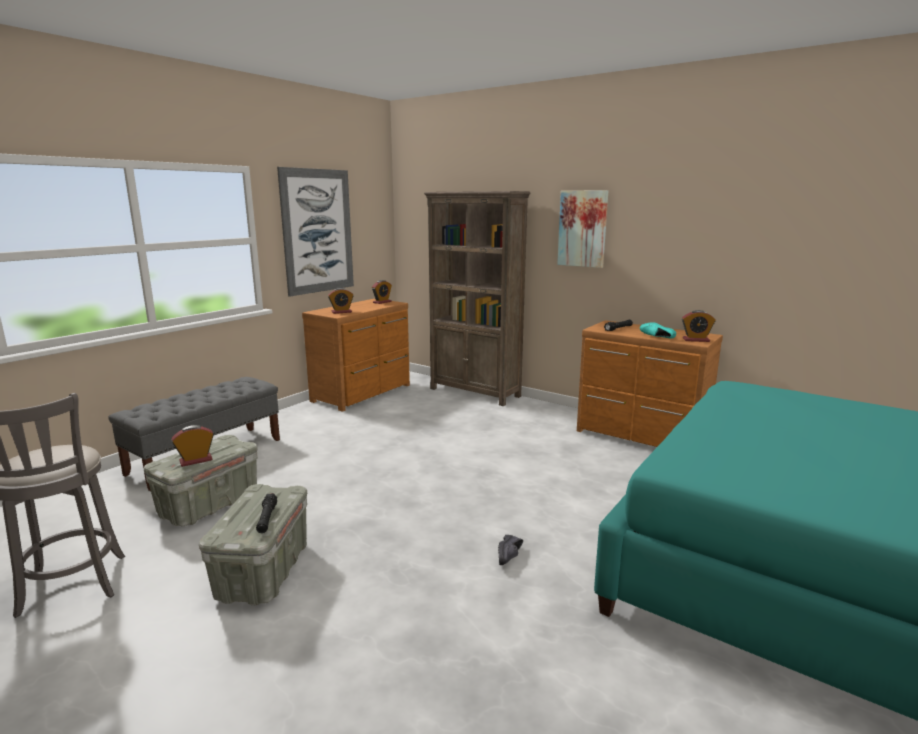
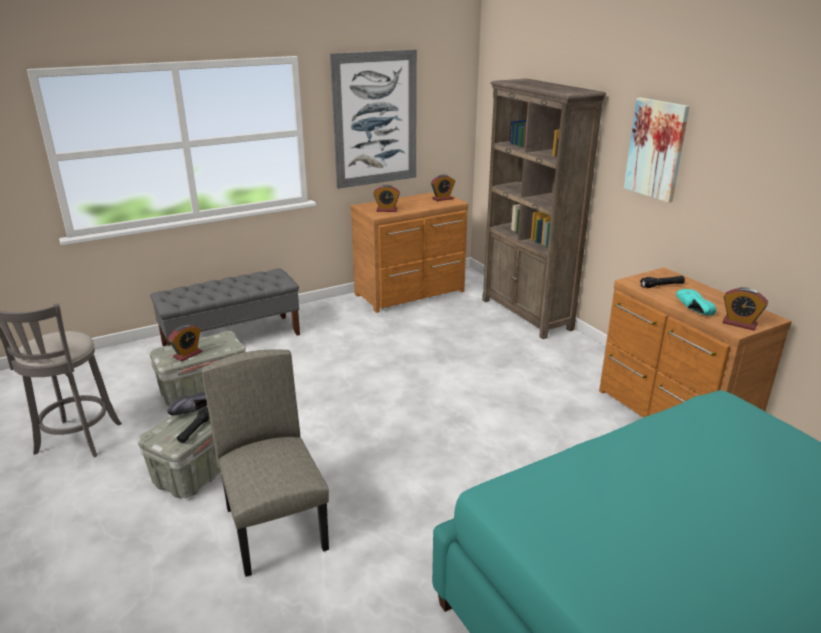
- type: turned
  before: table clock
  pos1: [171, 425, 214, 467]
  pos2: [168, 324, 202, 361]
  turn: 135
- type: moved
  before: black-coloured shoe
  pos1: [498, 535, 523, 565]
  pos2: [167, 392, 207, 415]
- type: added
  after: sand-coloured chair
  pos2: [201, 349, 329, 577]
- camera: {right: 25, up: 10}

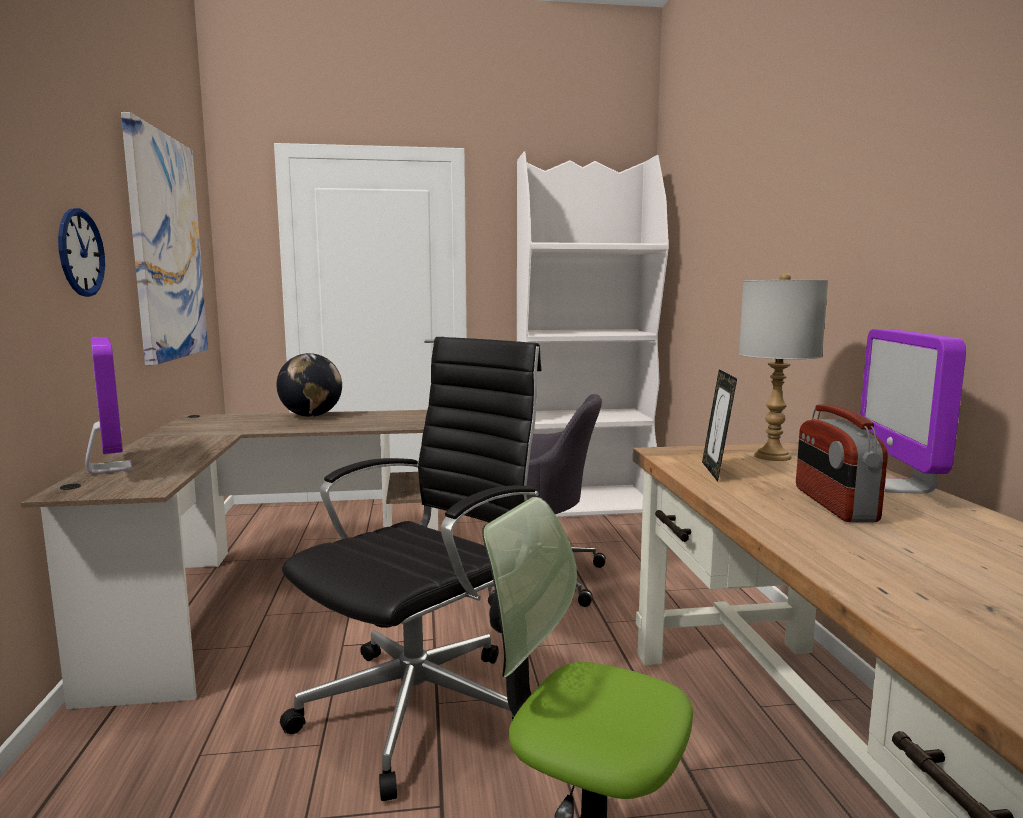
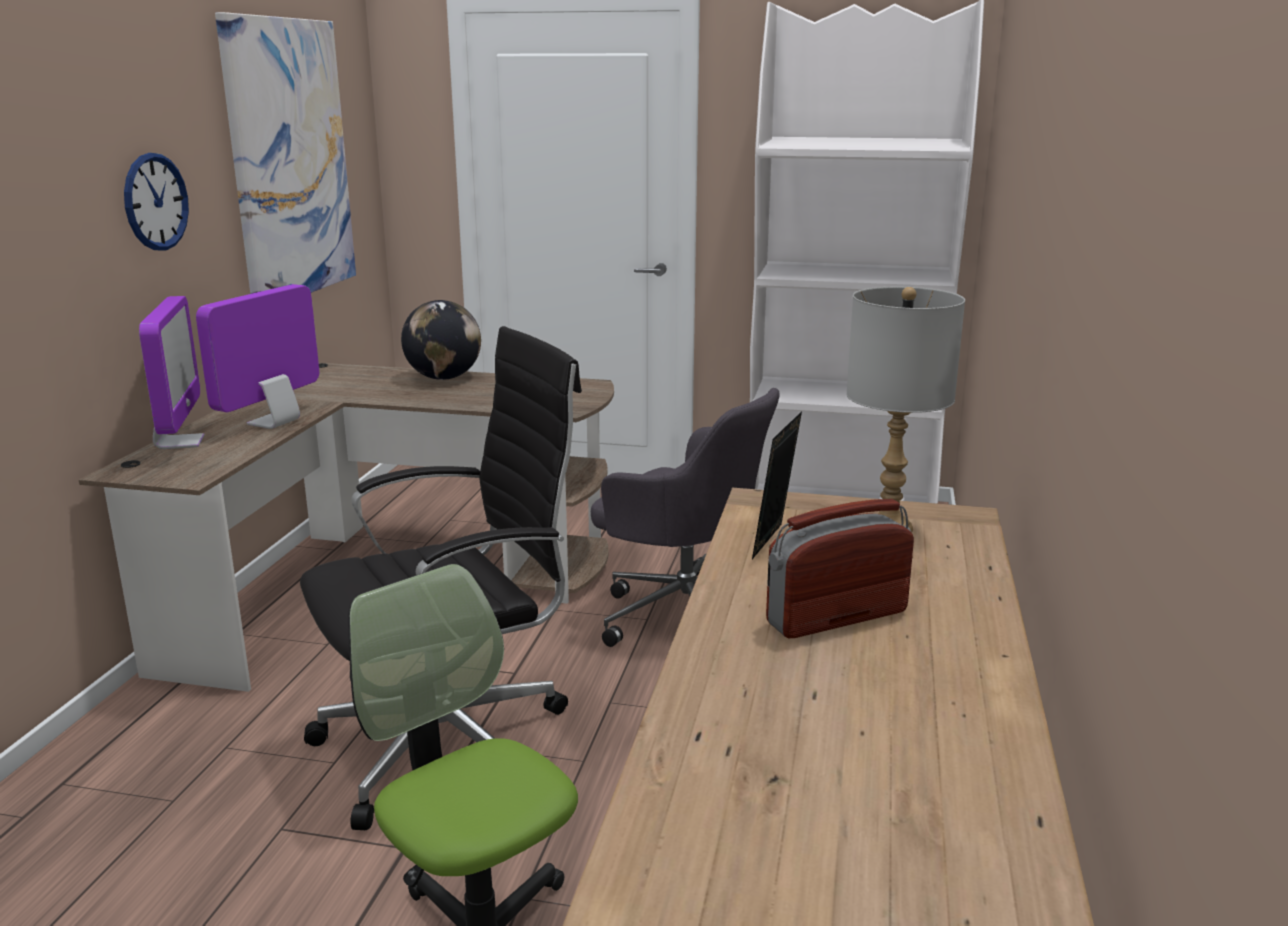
- type: turned
  before: radio receiver
  pos1: [796, 405, 888, 522]
  pos2: [766, 499, 914, 638]
  turn: 45
- type: moved
  before: computer display
  pos1: [860, 329, 966, 494]
  pos2: [196, 284, 319, 429]
- camera: {right: 20, up: 10}

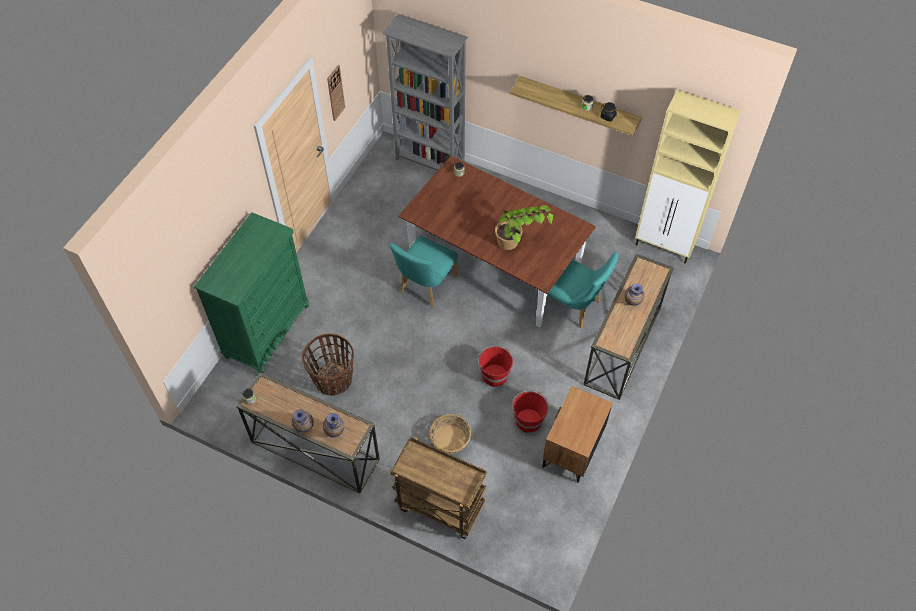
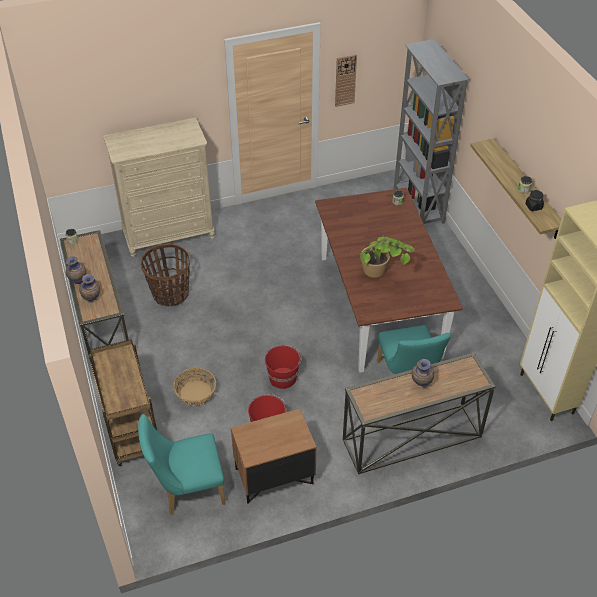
- type: recoloured
  before: green-coloured drawer chest
  after: sand-coloured drawer chest
  pos1: [194, 212, 309, 373]
  pos2: [103, 117, 214, 257]
- type: moved
  before: turquoise chair
  pos1: [390, 236, 458, 307]
  pos2: [138, 414, 226, 515]
- camera: {right: 45, up: -10}

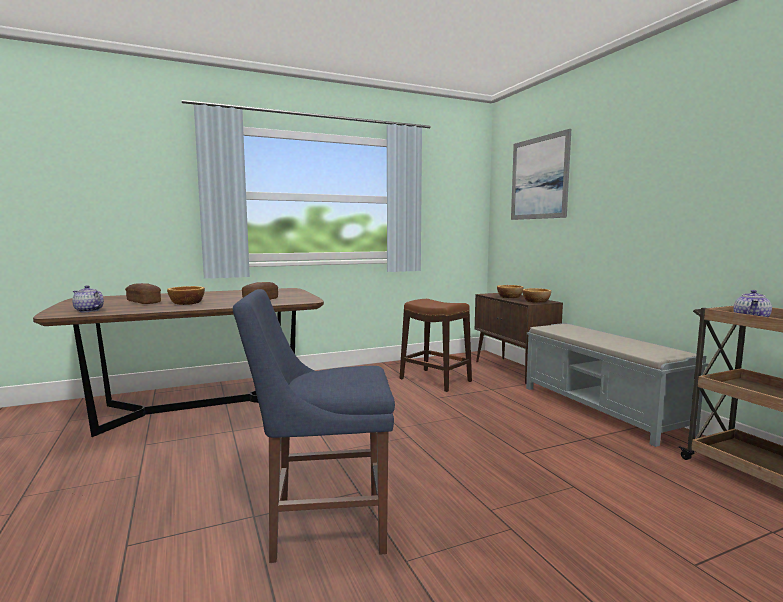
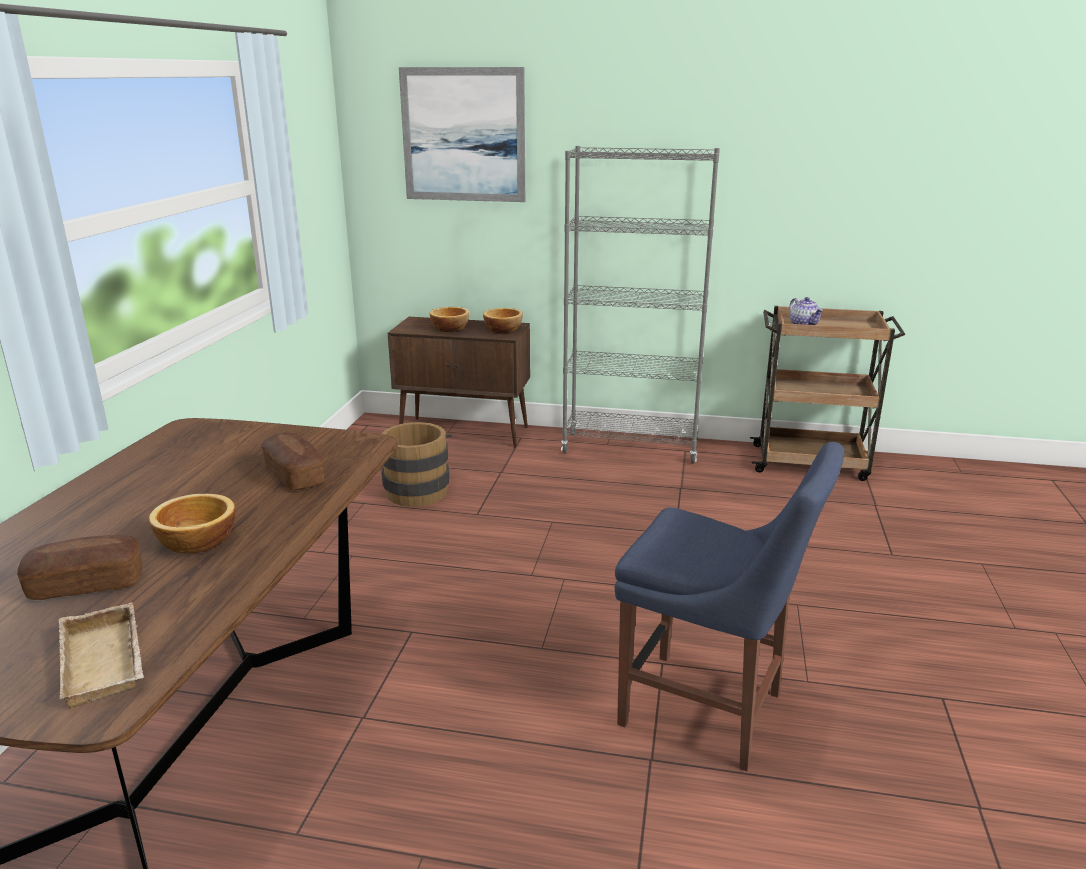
- type: replaced
  before: teapot
  after: sand-coloured carrying tray
  pos1: [72, 285, 104, 312]
  pos2: [59, 602, 144, 709]
- type: turned
  before: bluish chair
  pos1: [233, 289, 395, 563]
  pos2: [615, 442, 844, 771]
  turn: -90
- type: replaced
  before: brownish sitting stool
  after: brownish pail
  pos1: [400, 299, 472, 392]
  pos2: [381, 422, 452, 507]
- type: replaced
  before: greyish bench
  after: greyish shelving unit
  pos1: [526, 323, 708, 447]
  pos2: [561, 146, 720, 464]
- camera: {right: -55, up: 15}

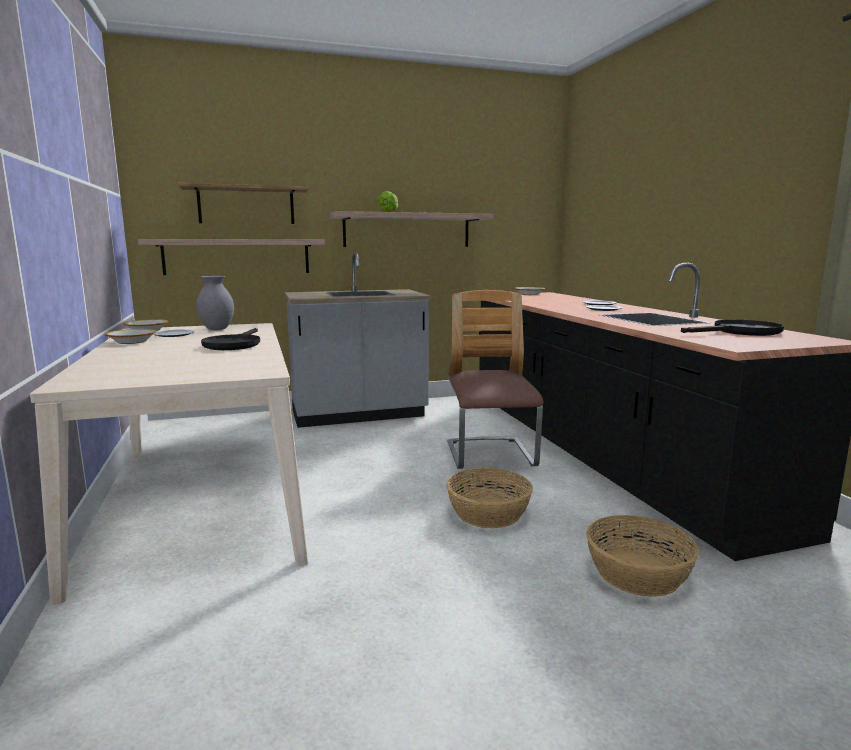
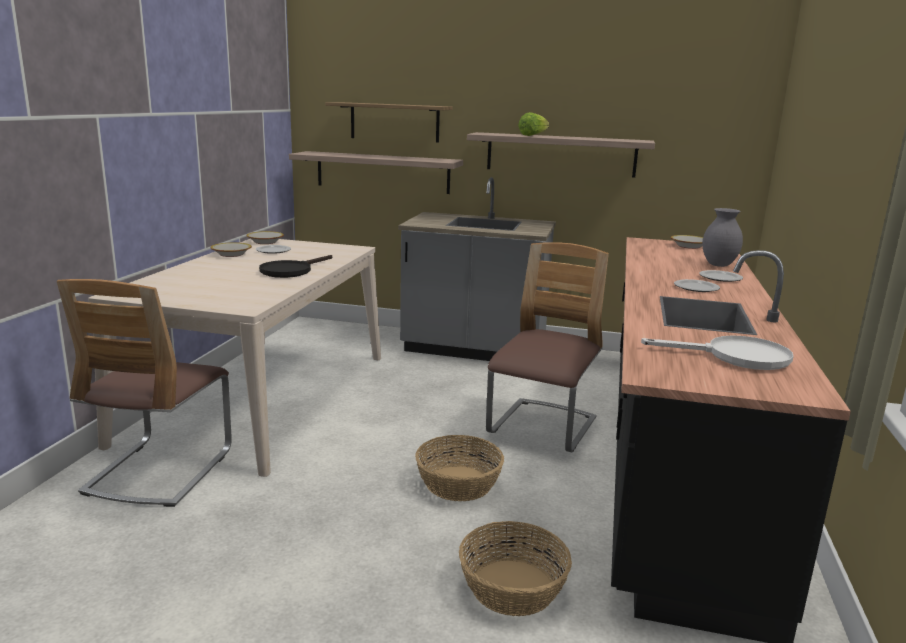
- type: moved
  before: greyish flower vase
  pos1: [196, 276, 234, 330]
  pos2: [702, 208, 743, 267]
- type: recoloured
  before: black-coloured skillet
  after: white-coloured skillet
  pos1: [681, 320, 784, 336]
  pos2: [641, 335, 794, 370]
- type: added
  after: chair
  pos2: [57, 279, 232, 507]
- camera: {right: 30, up: 5}

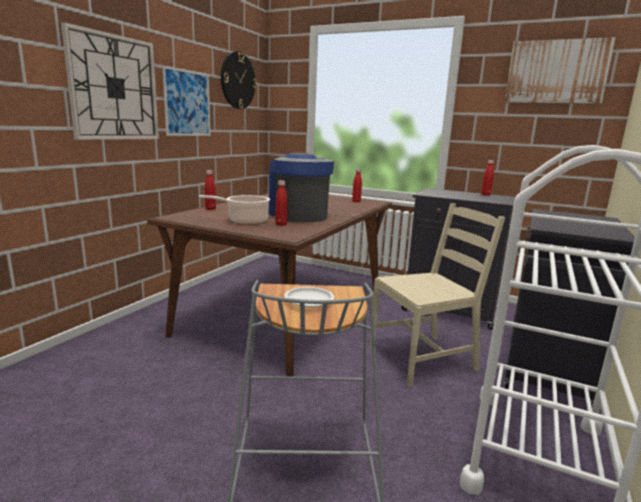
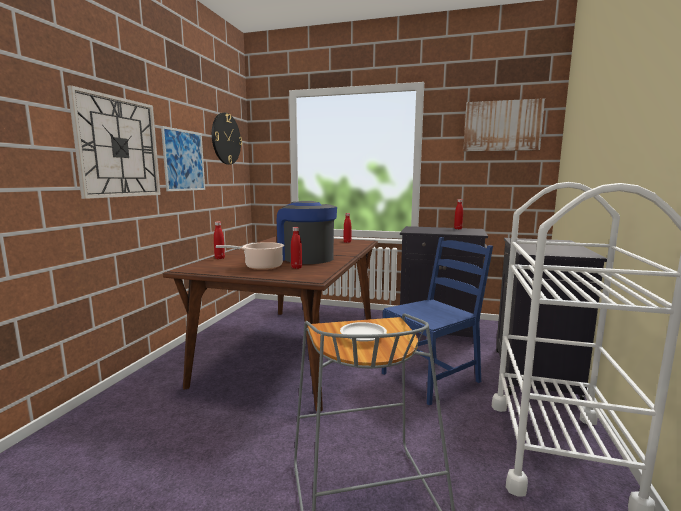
- type: recoloured
  before: sand-coloured chair
  after: bluish chair
  pos1: [370, 203, 505, 387]
  pos2: [382, 237, 493, 405]
- camera: {right: -10, up: -5}

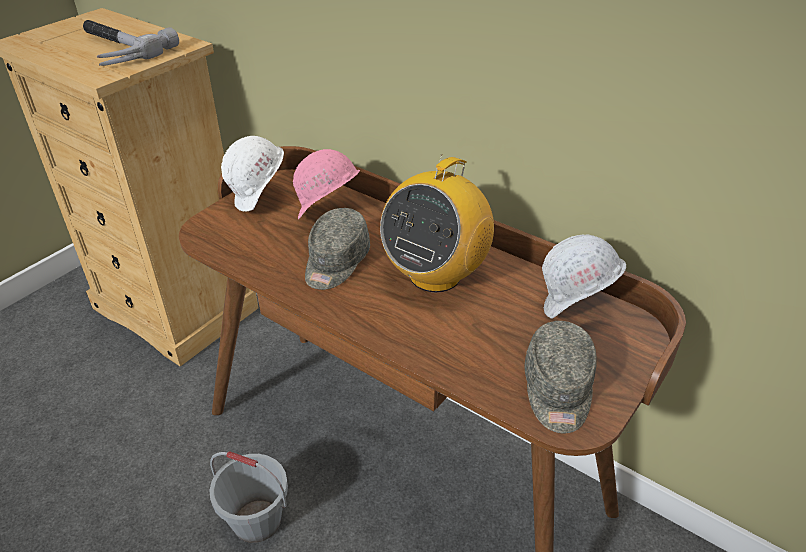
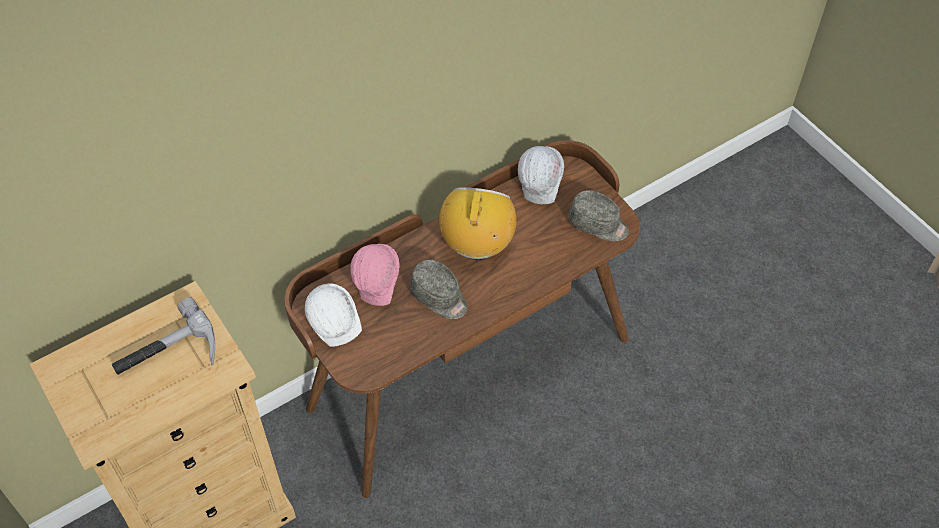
- type: removed
  before: greyish pail
  pos1: [210, 451, 288, 543]
- type: turned
  before: radio receiver
  pos1: [380, 154, 494, 292]
  pos2: [439, 187, 517, 260]
  turn: -135
- camera: {right: -70, up: 15}

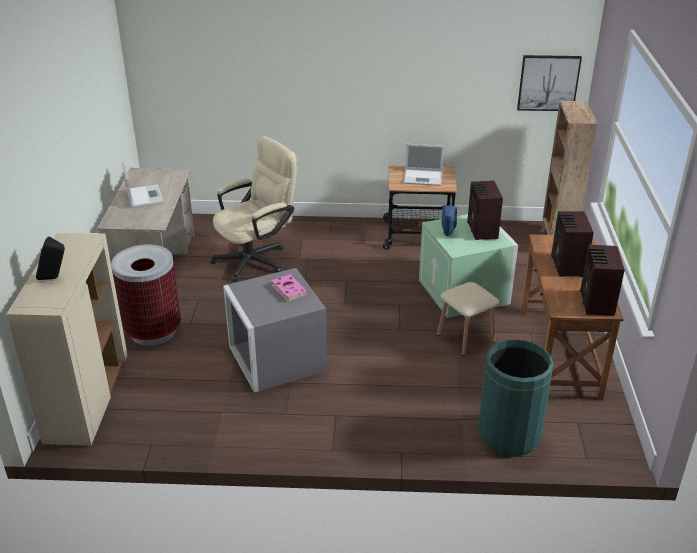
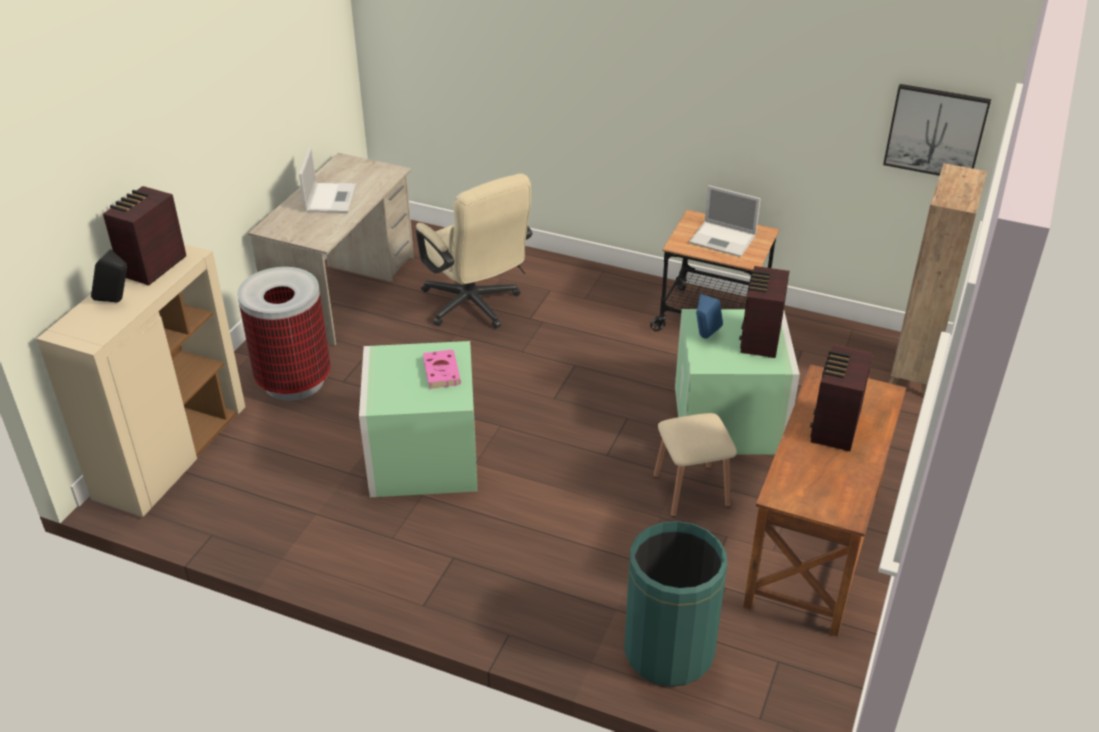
- type: turned
  before: sand-coloured desk chair
  pos1: [210, 136, 297, 282]
  pos2: [416, 173, 532, 328]
  turn: 75
- type: recoloured
  before: greyish storage box
  after: green-coloured storage box
  pos1: [223, 268, 327, 392]
  pos2: [359, 341, 478, 497]
- type: moved
  before: radio receiver
  pos1: [580, 245, 625, 316]
  pos2: [103, 186, 187, 285]
- camera: {right: 20, up: 5}

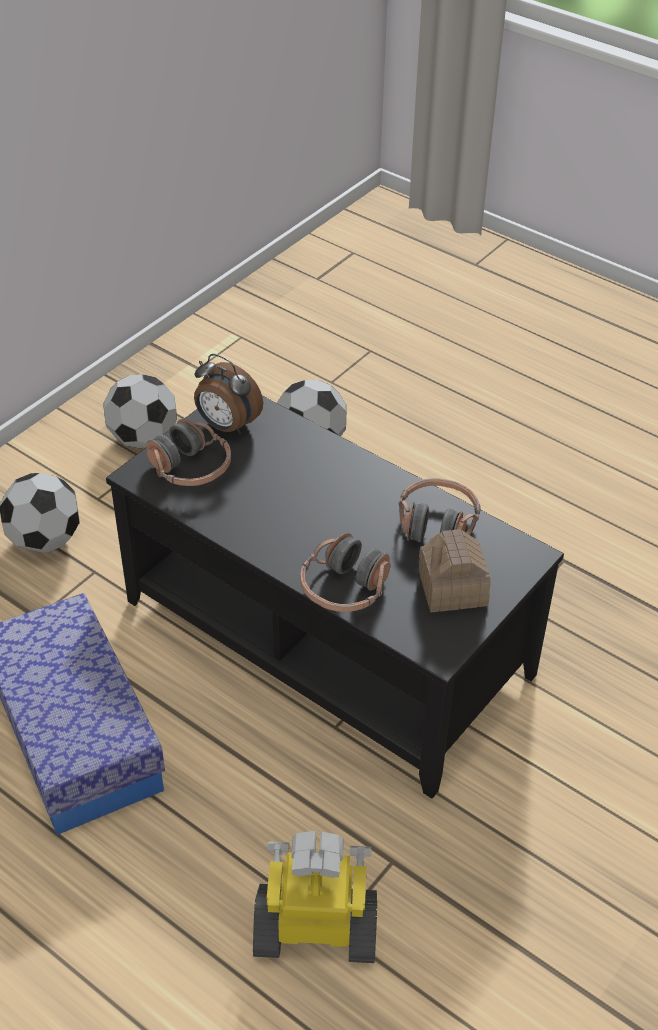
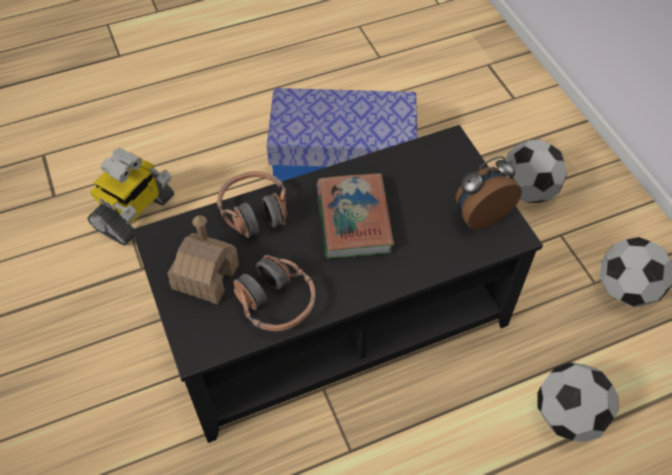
- type: removed
  before: headphones
  pos1: [146, 419, 231, 486]
- type: added
  after: bound book
  pos2: [317, 173, 394, 259]
- camera: {right: 120, up: 10}

